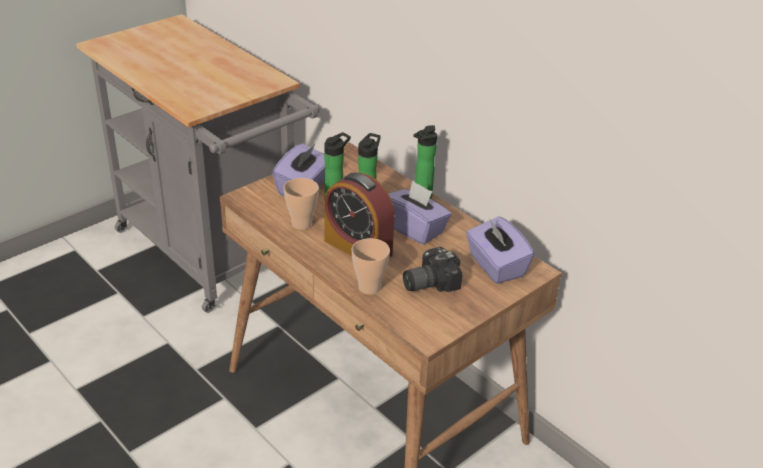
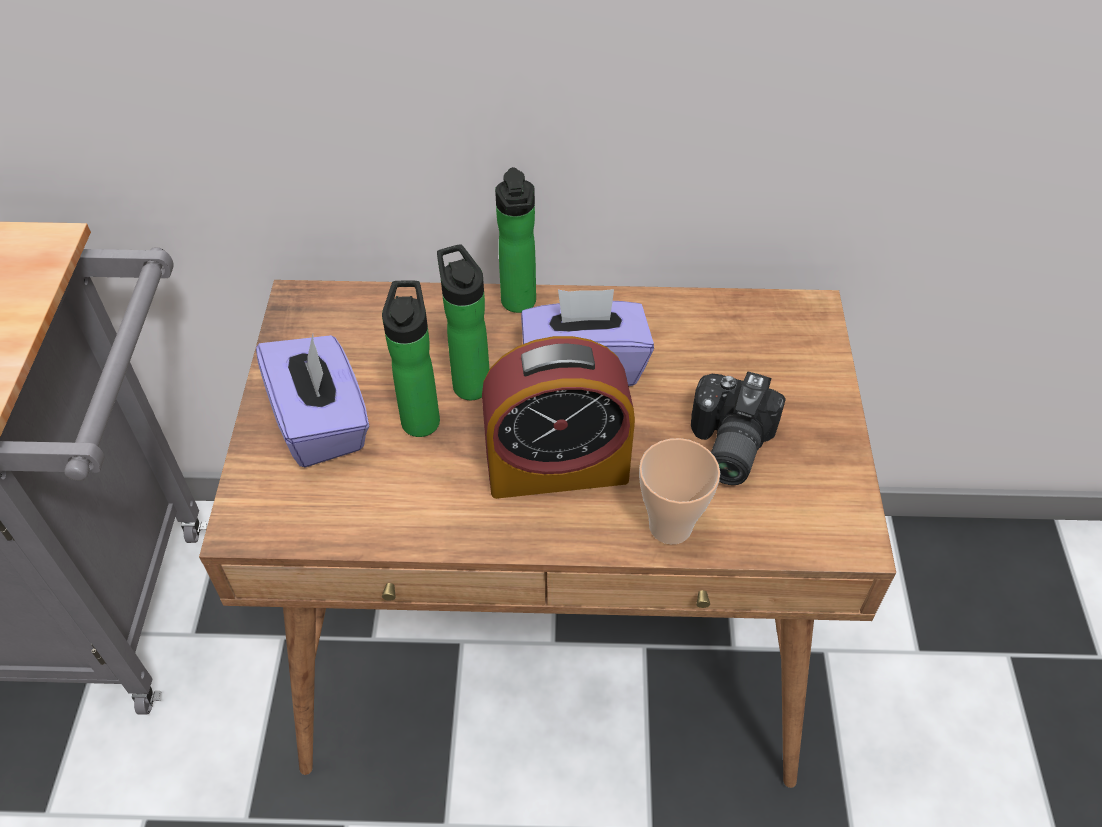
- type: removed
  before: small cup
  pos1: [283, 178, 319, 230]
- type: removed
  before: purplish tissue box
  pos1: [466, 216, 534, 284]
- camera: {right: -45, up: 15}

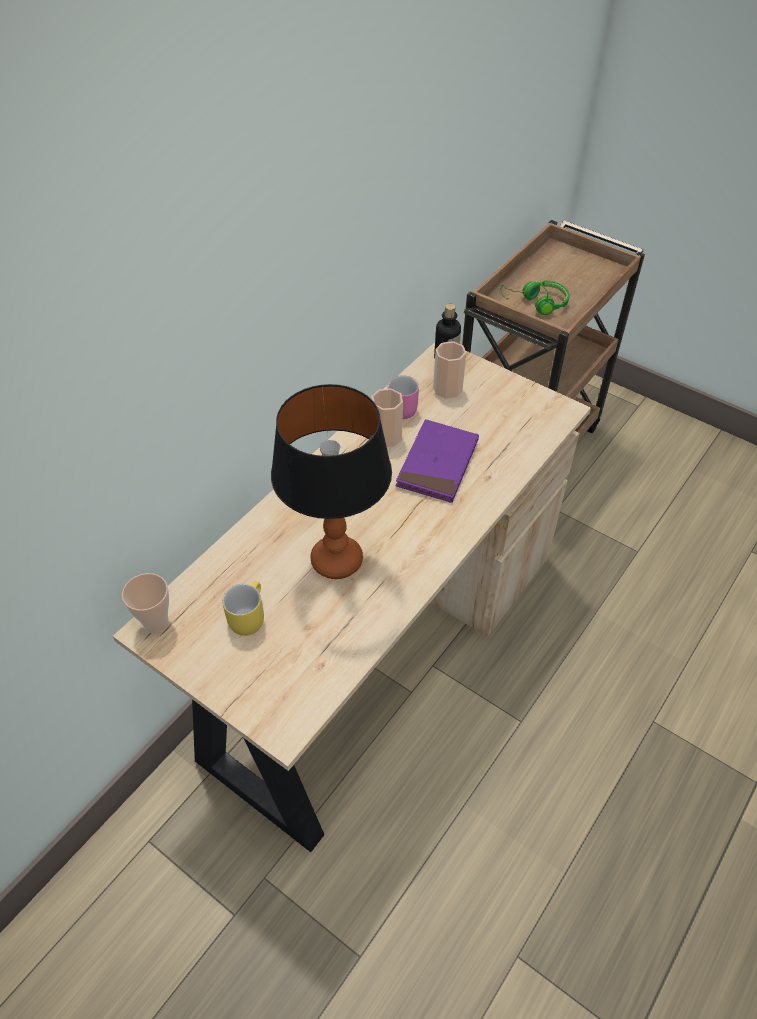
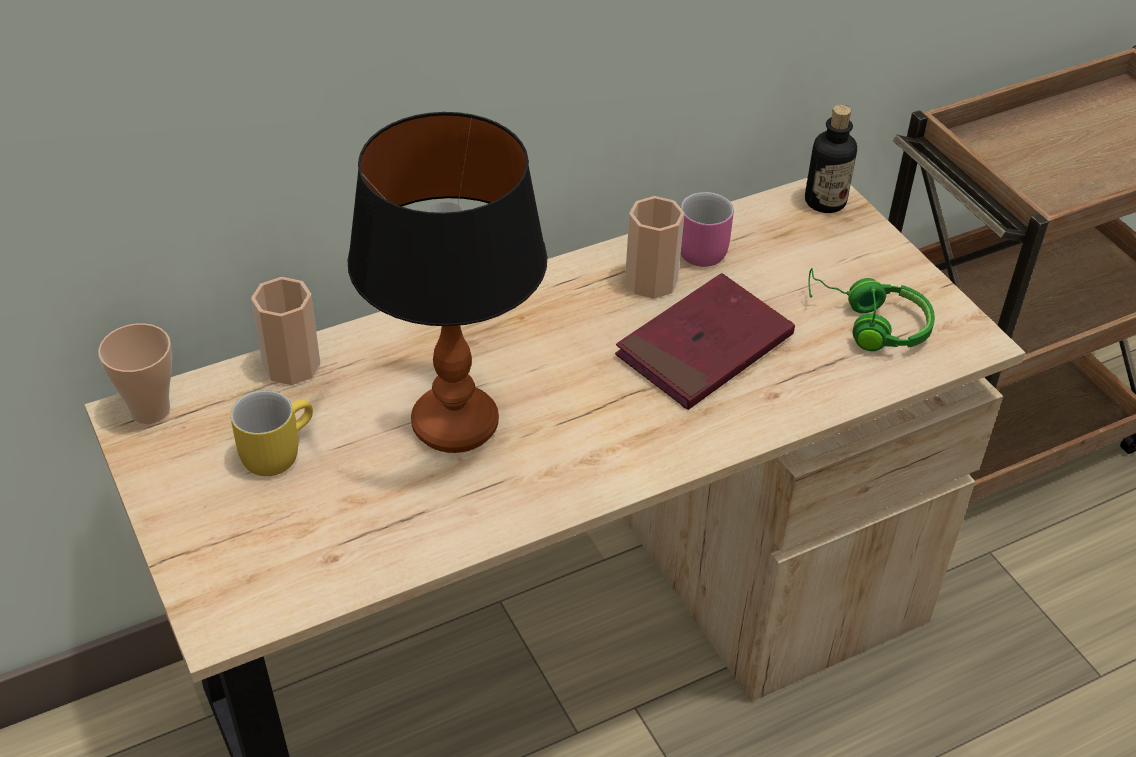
- type: recoloured
  before: purplish bound book
  after: red bound book
  pos1: [396, 419, 479, 503]
  pos2: [615, 273, 795, 410]
- type: moved
  before: small cup
  pos1: [433, 341, 466, 399]
  pos2: [251, 277, 320, 385]
- type: moved
  before: green-coloured headphones
  pos1: [501, 281, 570, 315]
  pos2: [808, 268, 935, 351]
- camera: {right: 25, up: -5}

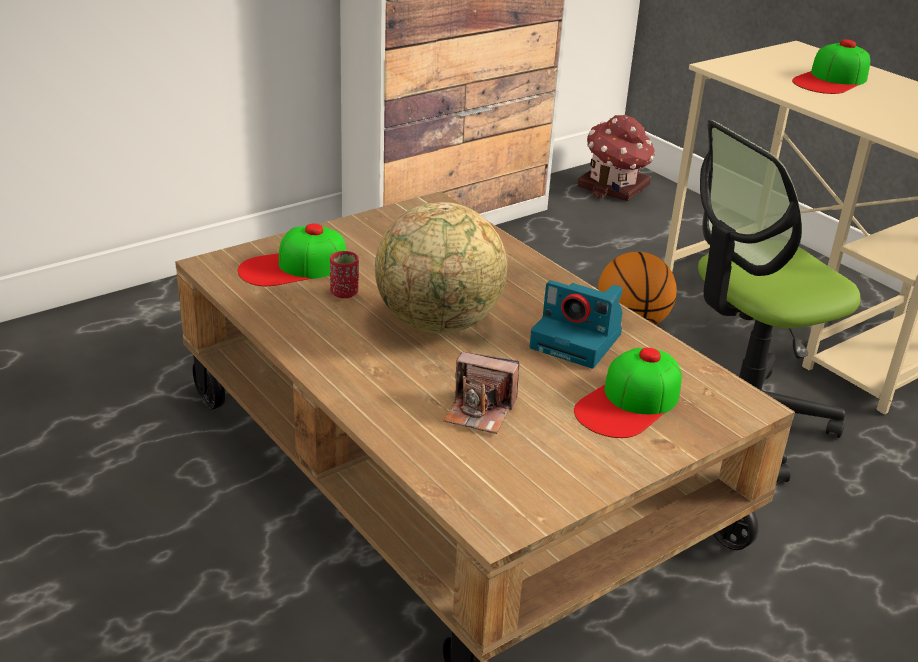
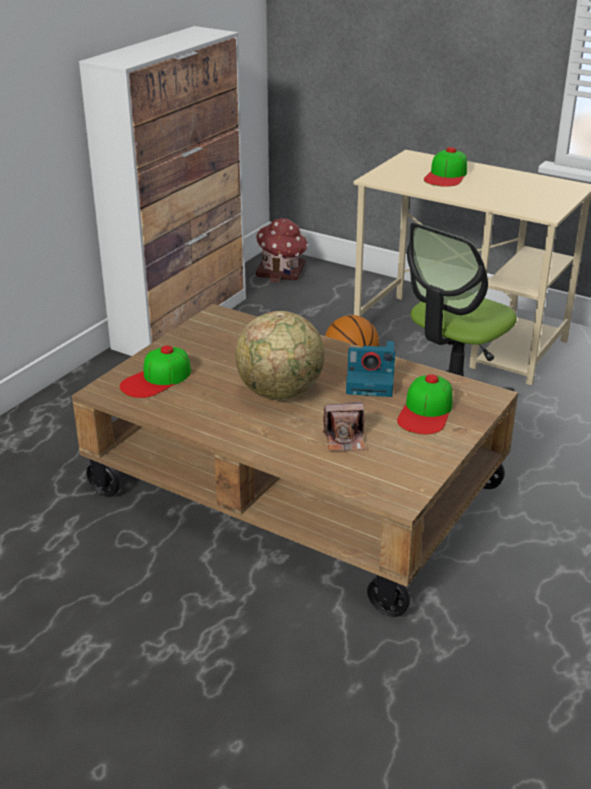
- type: removed
  before: red small cup
  pos1: [330, 251, 359, 298]
- camera: {right: -20, up: 0}

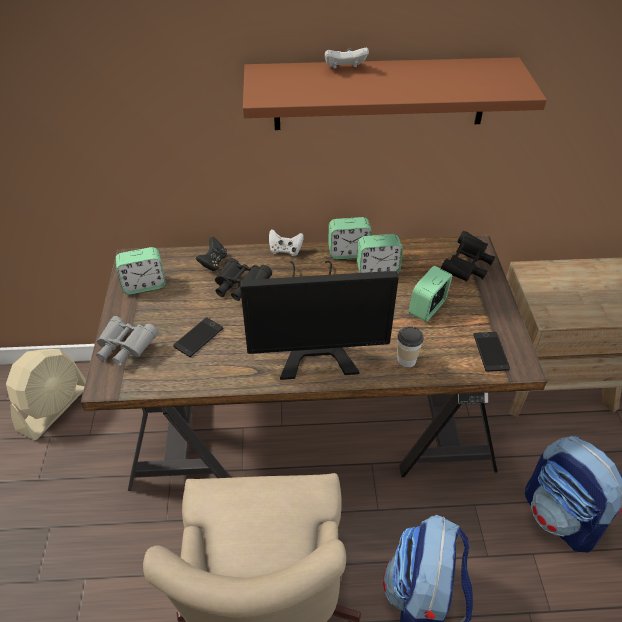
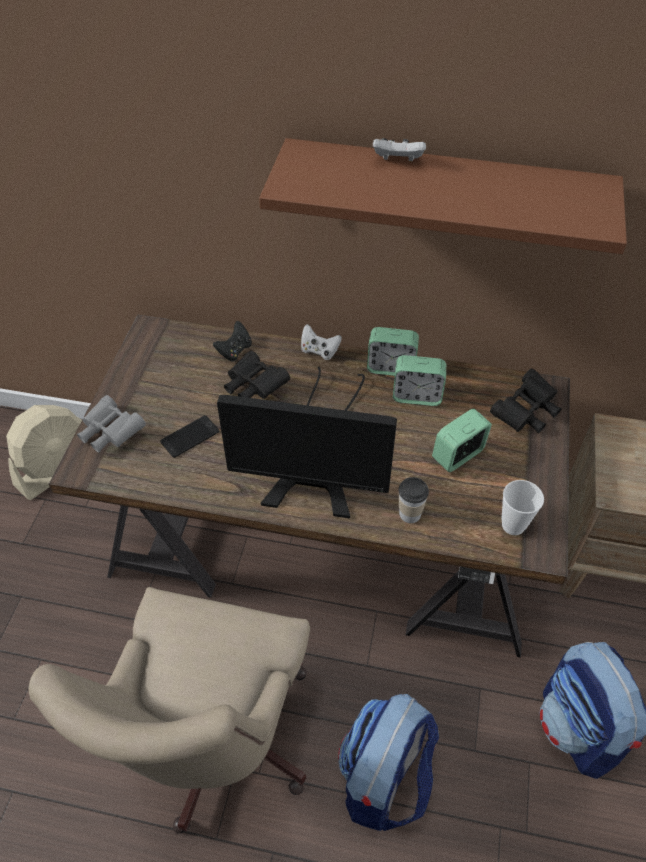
- type: removed
  before: table clock
  pos1: [115, 247, 166, 295]
- type: replaced
  before: telephone
  after: small cup
  pos1: [473, 332, 510, 372]
  pos2: [502, 480, 544, 535]
- camera: {right: 15, up: 5}

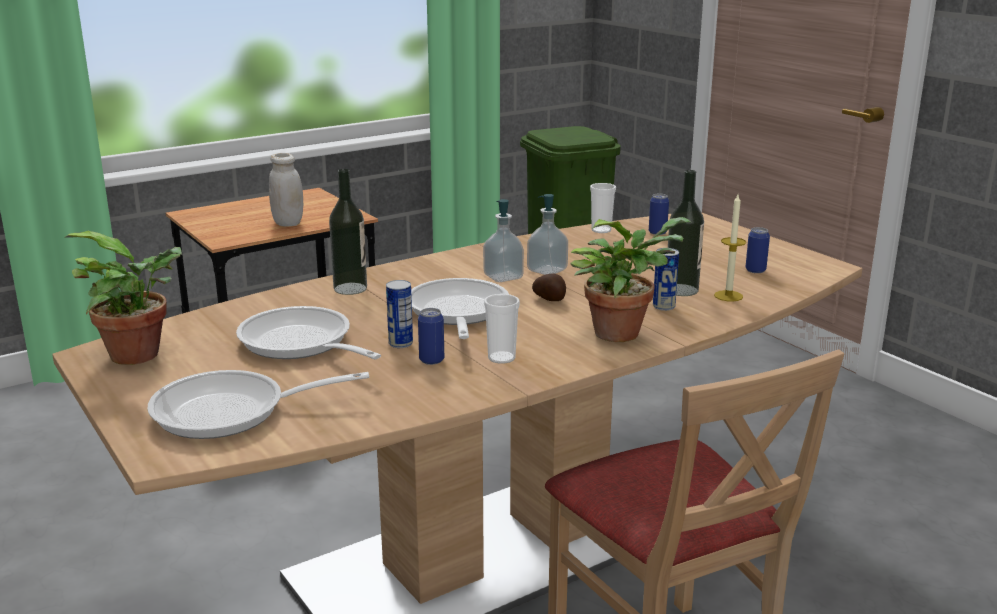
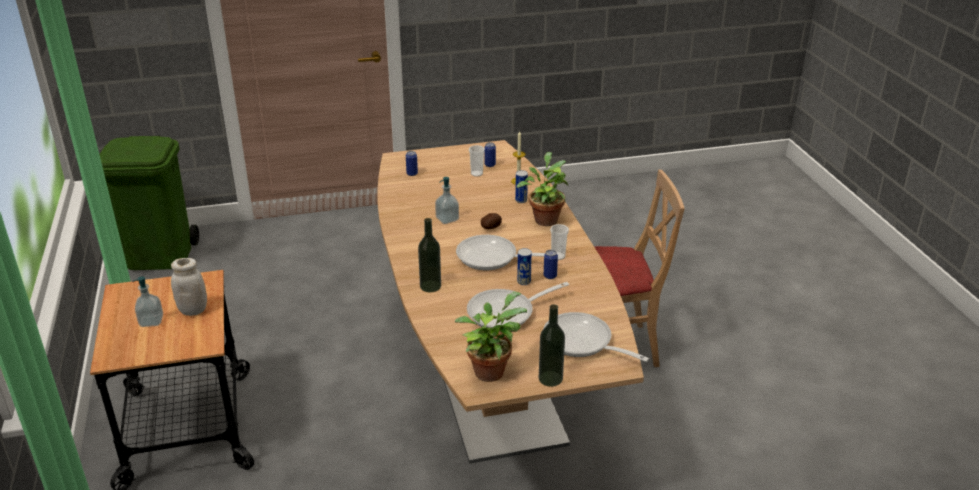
- type: turned
  before: skillet
  pos1: [148, 370, 369, 439]
  pos2: [543, 312, 649, 362]
  turn: 120
- type: moved
  before: liquid soap bottle
  pos1: [483, 199, 524, 282]
  pos2: [132, 276, 163, 327]
- type: moved
  before: small cup
  pos1: [590, 183, 616, 233]
  pos2: [469, 145, 485, 177]
- type: moved
  before: beverage bottle
  pos1: [668, 170, 704, 296]
  pos2: [539, 304, 565, 387]
- camera: {right: -70, up: 10}

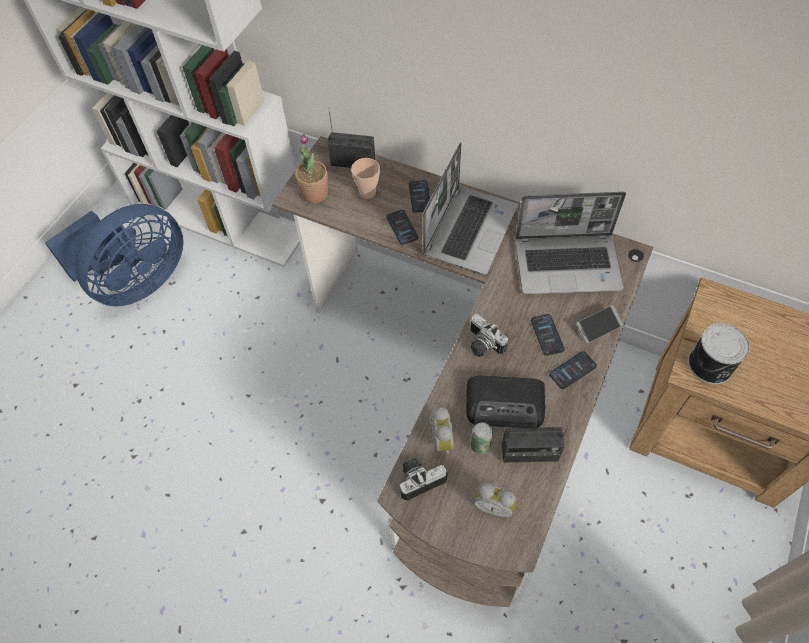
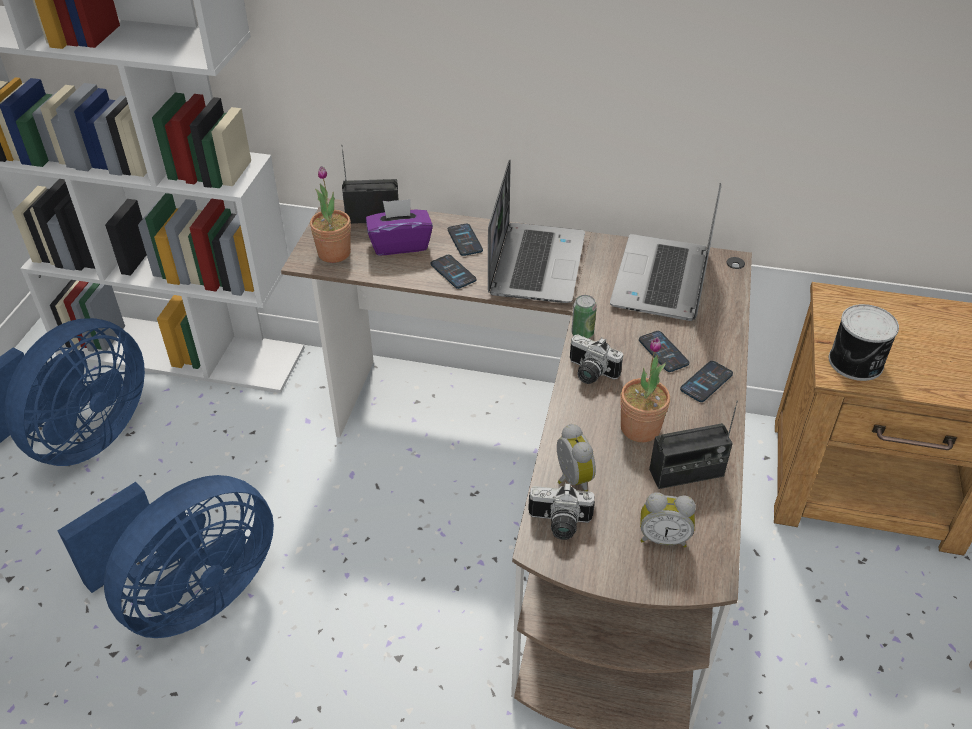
- type: replaced
  before: small cup
  after: purplish tissue box
  pos1: [351, 158, 380, 199]
  pos2: [366, 199, 433, 255]
- type: turned
  before: photo camera
  pos1: [400, 458, 448, 501]
  pos2: [528, 483, 595, 540]
  turn: -135
- type: replaced
  before: radio receiver
  after: plant in a pot
  pos1: [466, 376, 546, 428]
  pos2: [620, 337, 670, 442]
- type: moved
  before: metal can
  pos1: [470, 422, 493, 454]
  pos2: [571, 295, 597, 339]
- type: turned
  before: laptop
  pos1: [515, 192, 626, 294]
  pos2: [610, 183, 721, 321]
  turn: 120
- type: removed
  before: telephone
  pos1: [576, 305, 623, 343]
- type: added
  after: bluish fan
  pos2: [58, 475, 274, 638]
- camera: {right: -15, up: -15}

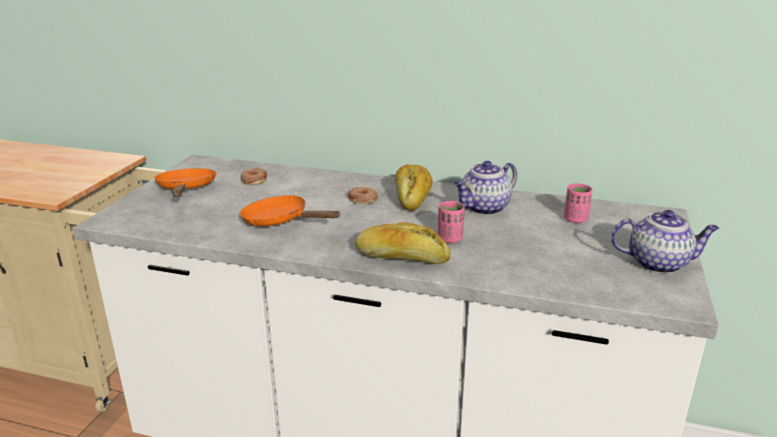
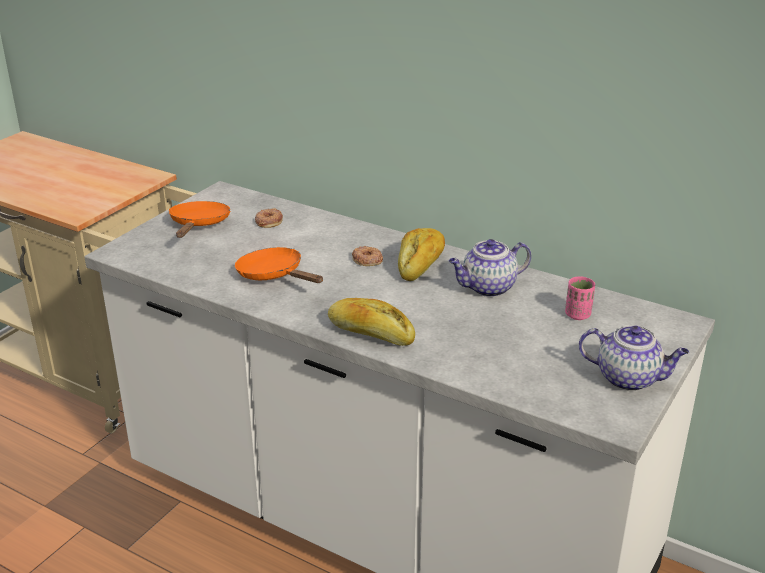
- type: removed
  before: pink small cup
  pos1: [438, 201, 465, 243]
- camera: {right: 15, up: 5}

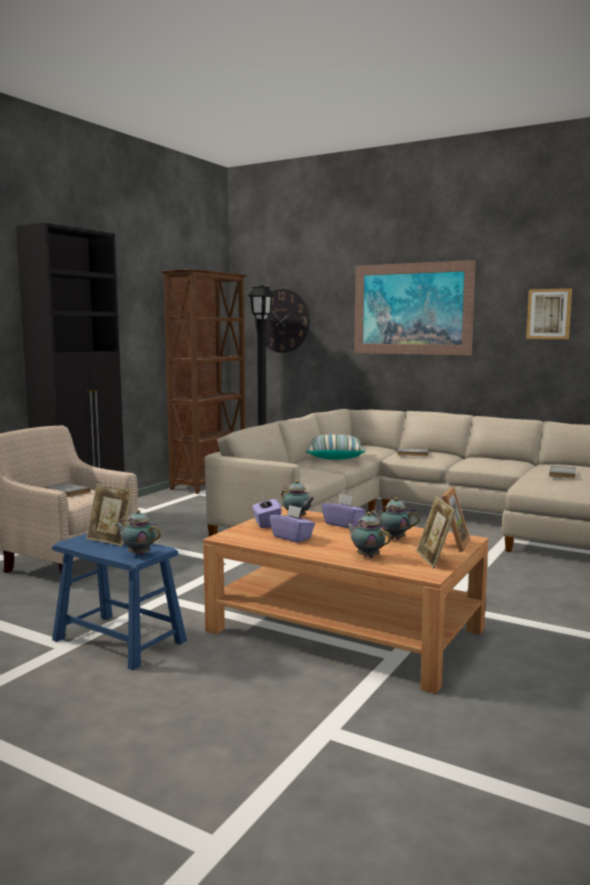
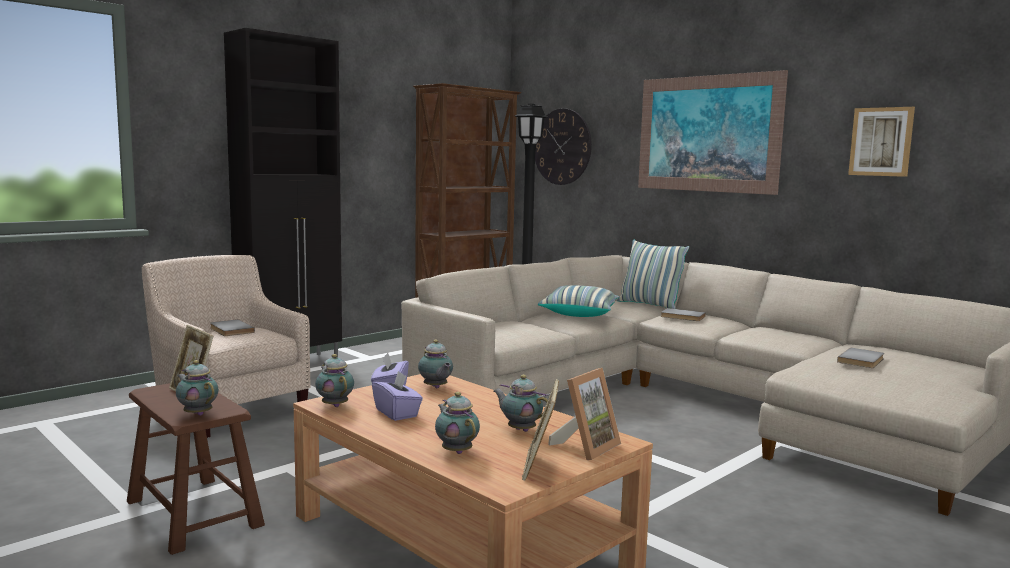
- type: recoloured
  before: bluish sitting stool
  after: brownish sitting stool
  pos1: [52, 533, 187, 670]
  pos2: [127, 383, 265, 555]
- type: removed
  before: purplish tissue box
  pos1: [322, 494, 365, 528]
- type: added
  after: teapot
  pos2: [315, 354, 354, 407]
- type: added
  after: pillow
  pos2: [617, 240, 689, 309]
- camera: {right: 15, up: 0}

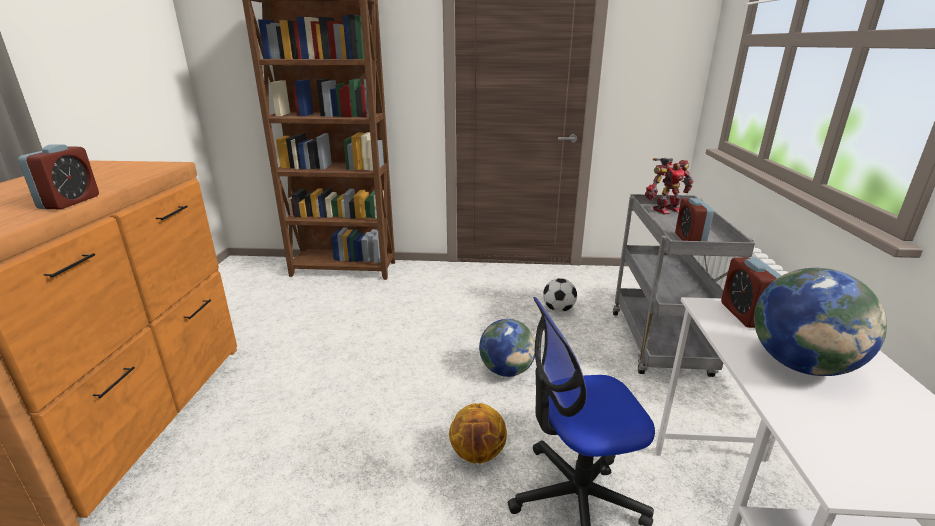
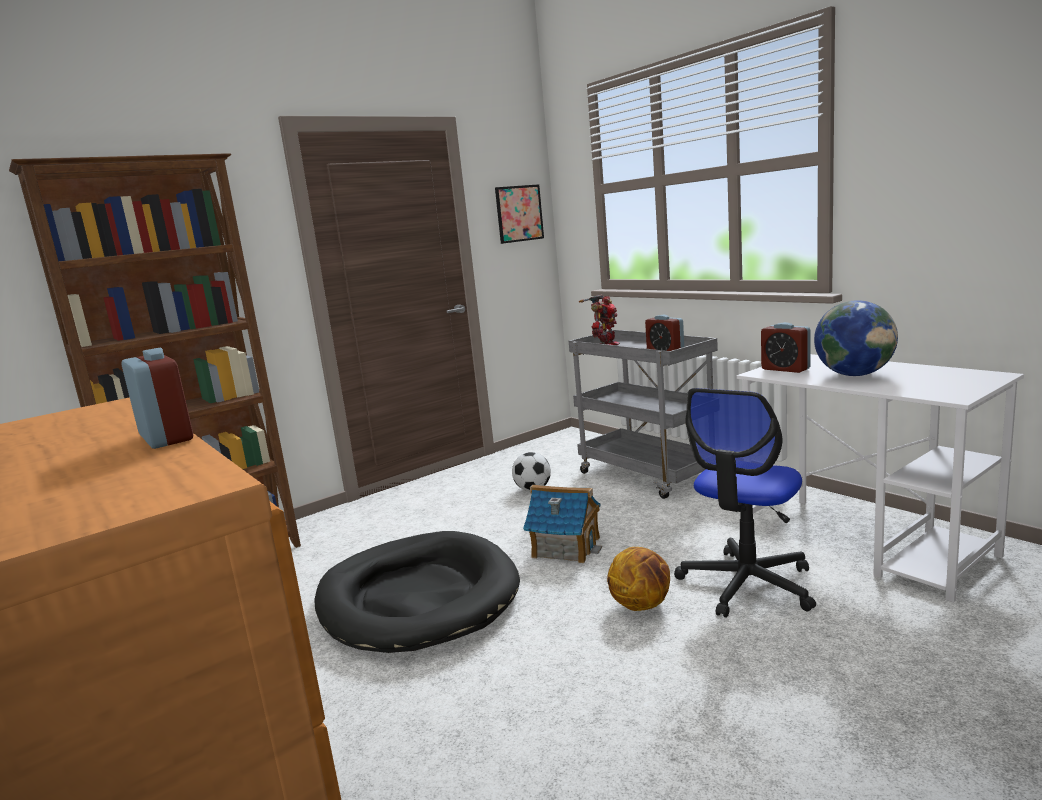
- type: replaced
  before: desk globe
  after: model house
  pos1: [479, 319, 535, 377]
  pos2: [523, 485, 602, 563]
- type: added
  after: black-coloured pet bed
  pos2: [314, 531, 520, 653]
- type: added
  after: picture
  pos2: [495, 184, 544, 244]
- camera: {right: -40, up: -10}

